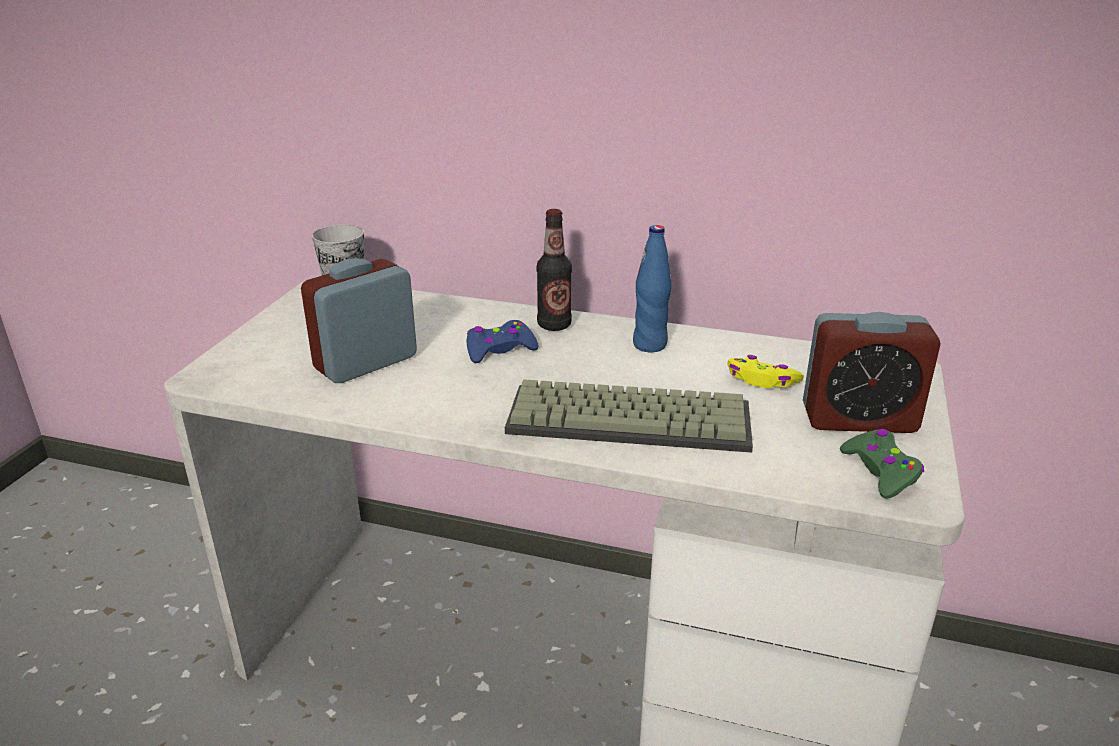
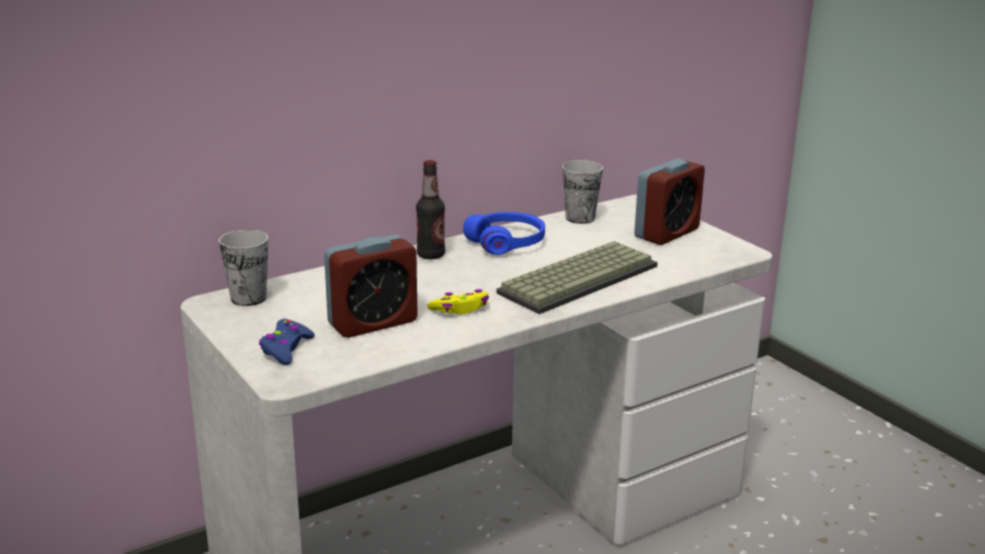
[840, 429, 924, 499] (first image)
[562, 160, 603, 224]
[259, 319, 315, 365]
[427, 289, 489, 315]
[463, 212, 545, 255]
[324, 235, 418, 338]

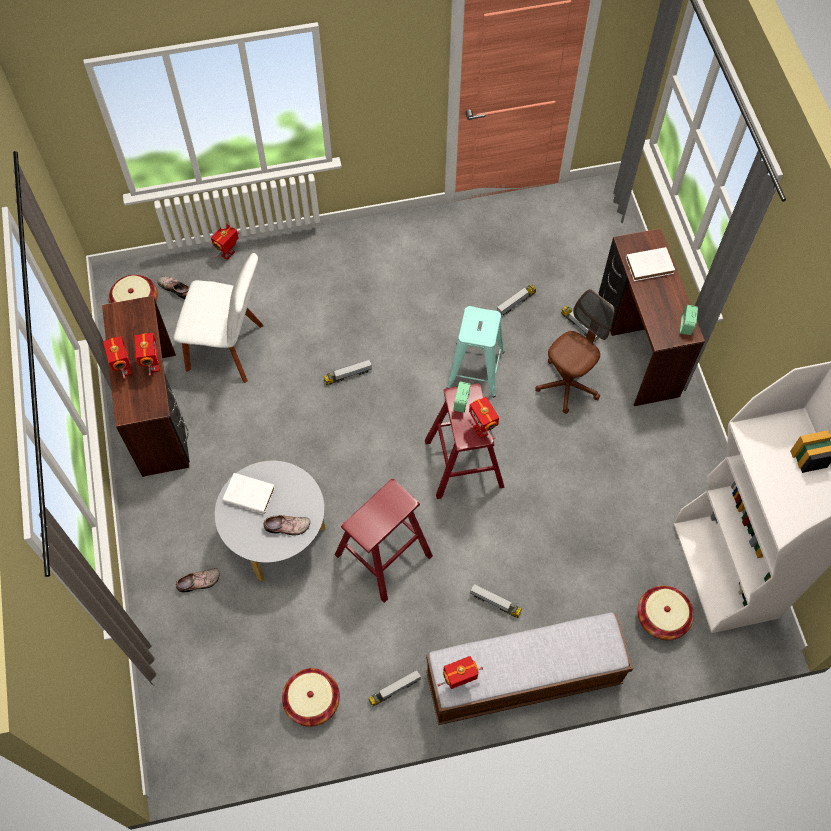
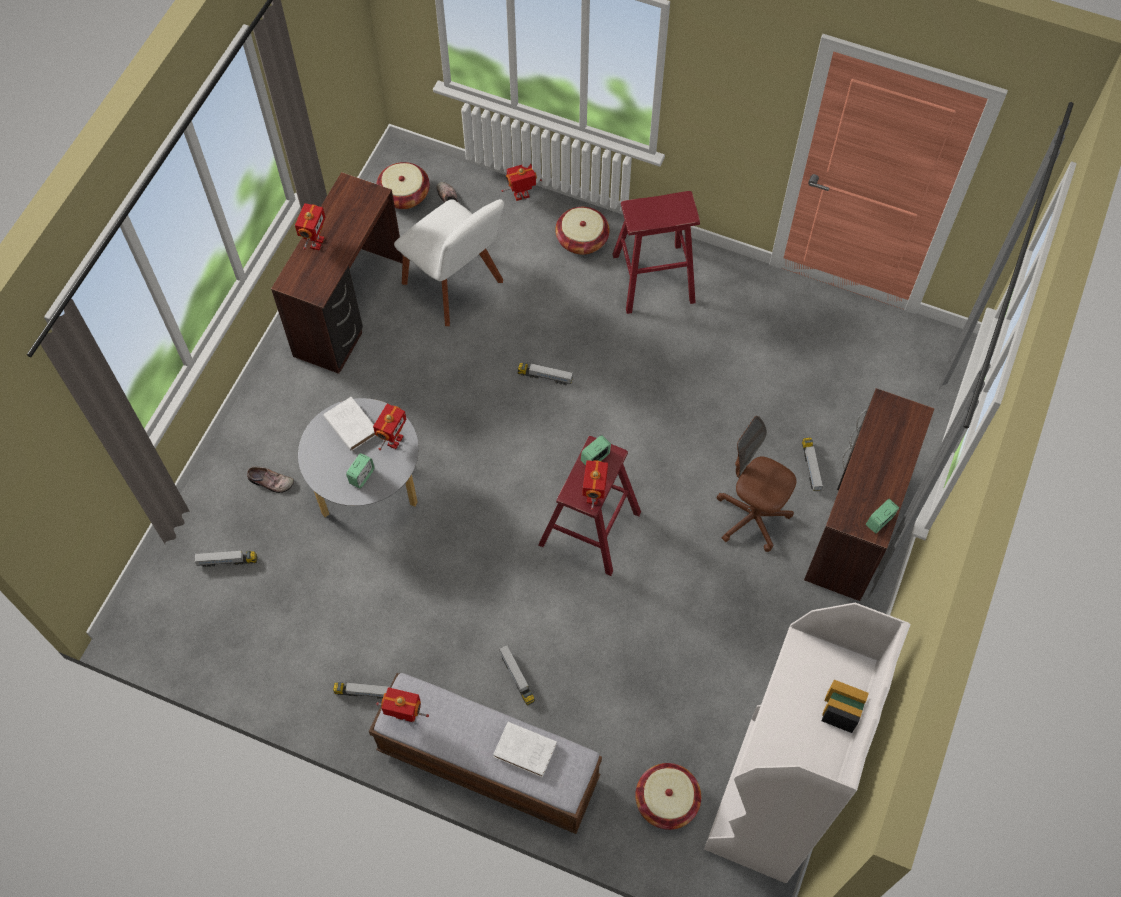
[447, 306, 504, 397] (first image)
[373, 404, 407, 450]
[555, 207, 610, 255]
[612, 191, 700, 314]
[195, 550, 257, 567]
[493, 722, 557, 778]
[346, 453, 375, 489]
[717, 416, 796, 552]

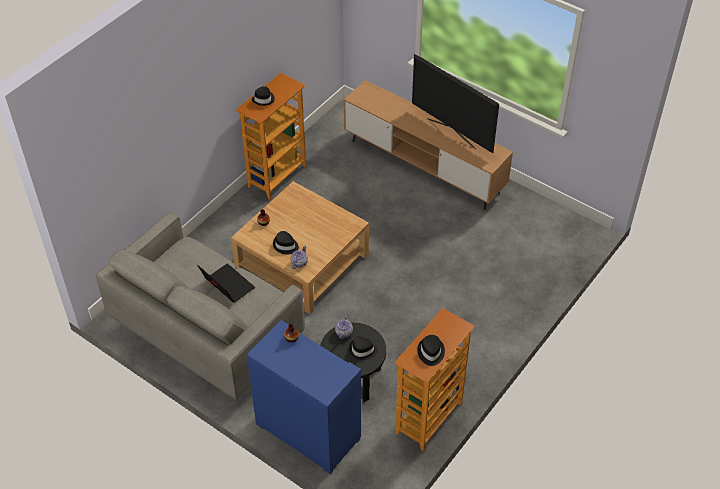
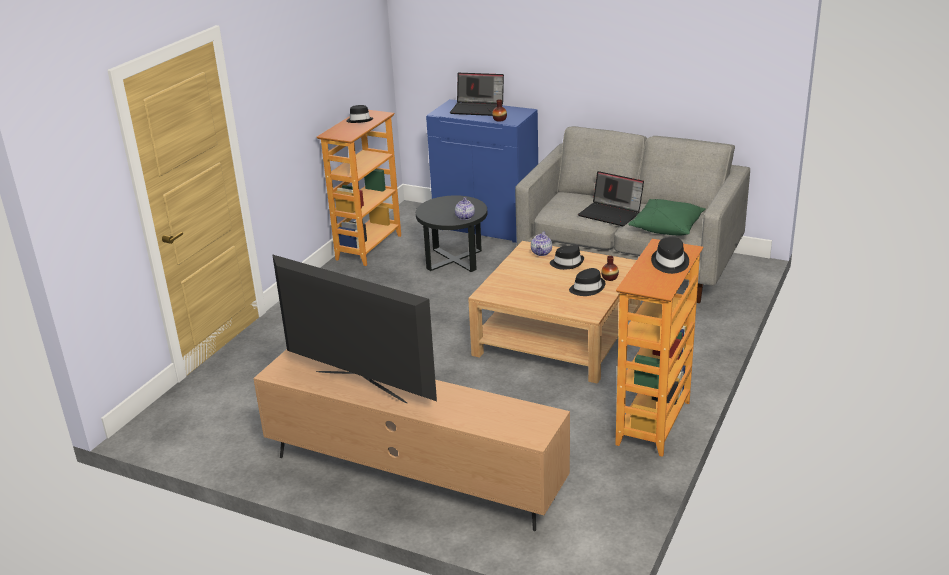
[450, 73, 504, 116]
[628, 199, 706, 236]
[569, 268, 605, 296]

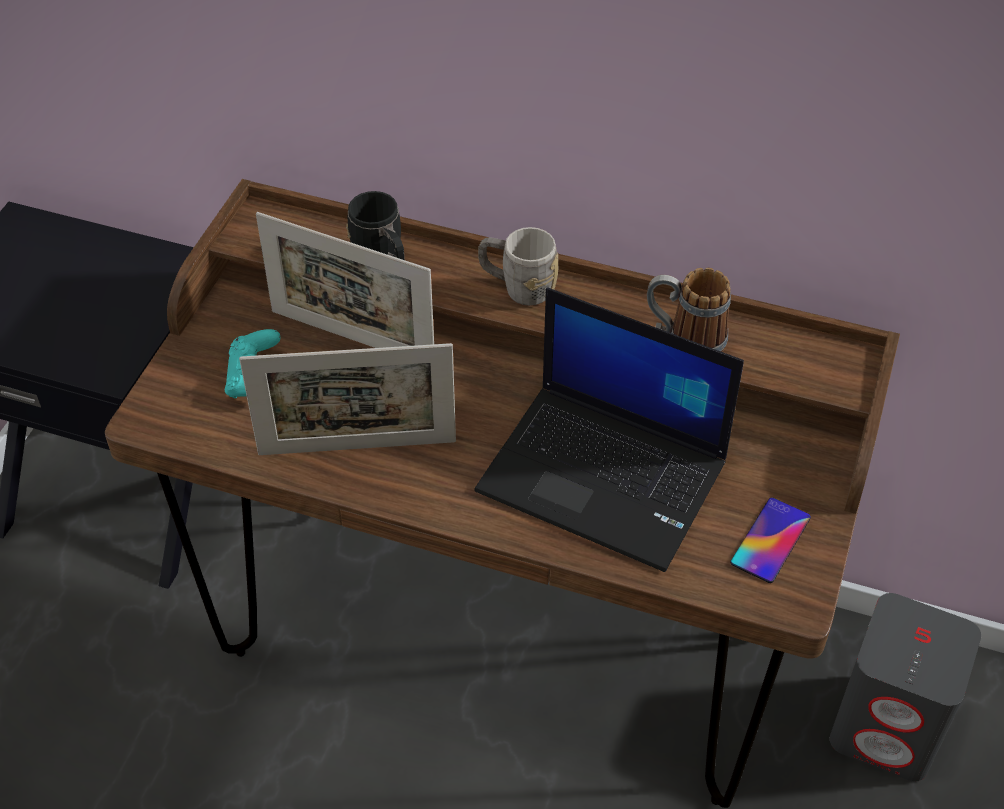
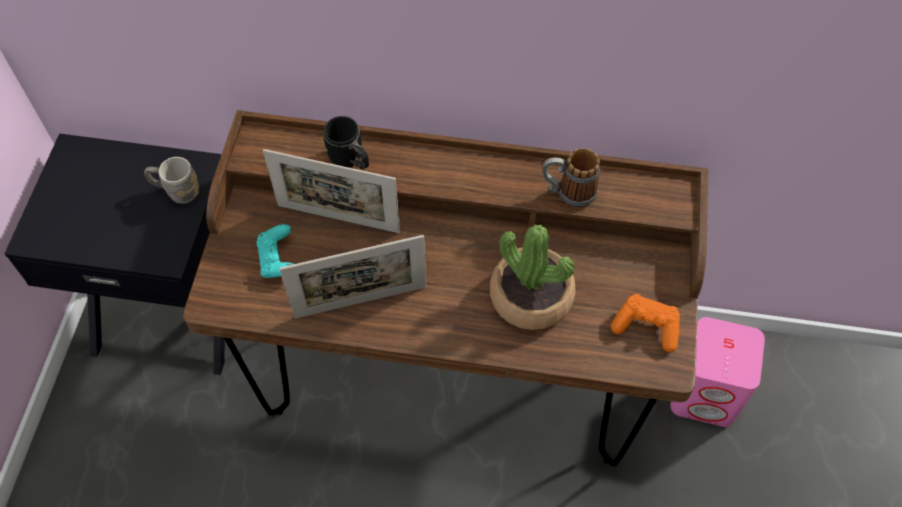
[144, 157, 199, 204]
[490, 225, 575, 330]
[611, 294, 680, 352]
[670, 317, 765, 427]

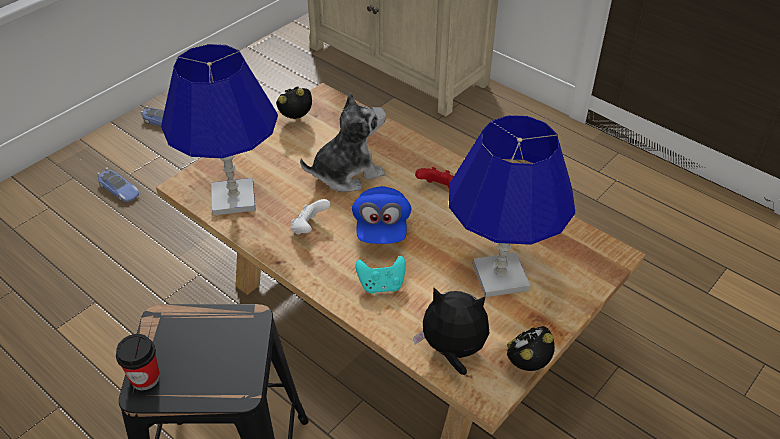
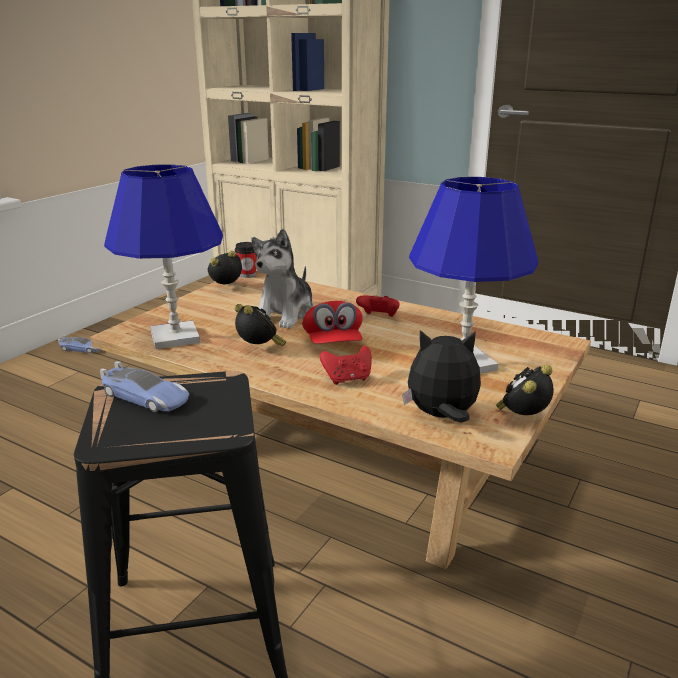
[100, 361, 189, 412]
[235, 242, 257, 278]
[235, 304, 286, 346]
[302, 301, 363, 344]
[320, 346, 372, 385]
[252, 228, 314, 329]

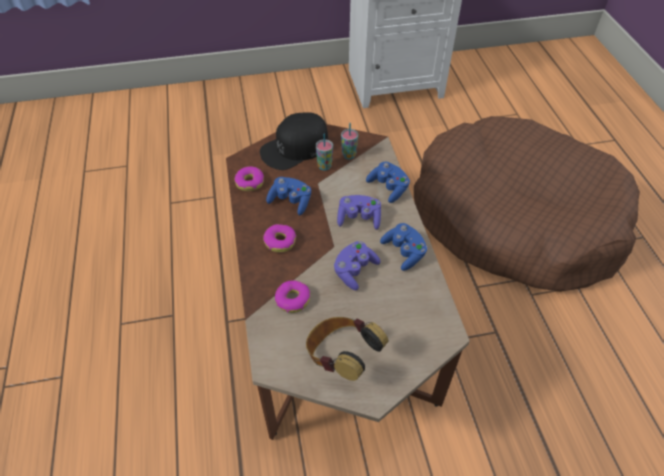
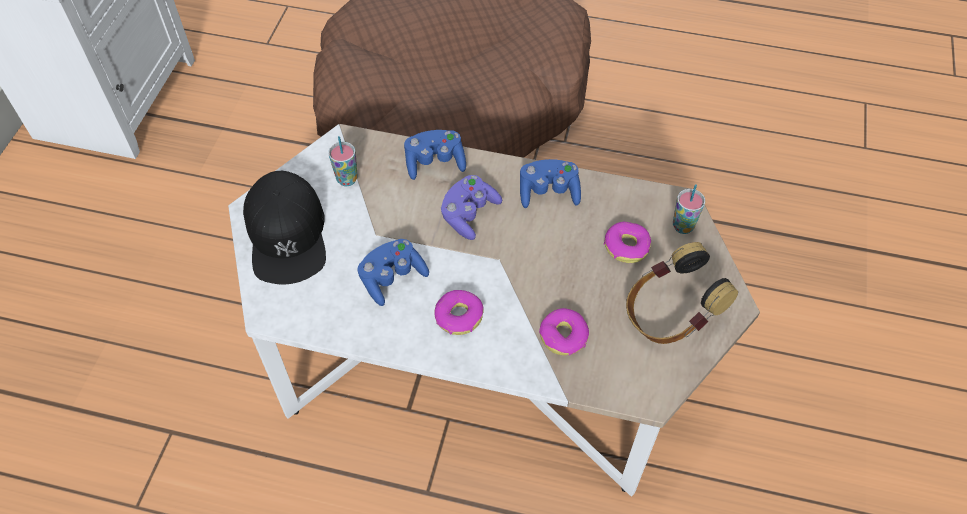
[334, 241, 381, 290] (first image)
[604, 222, 651, 263]
[673, 184, 705, 234]
[228, 124, 760, 497]

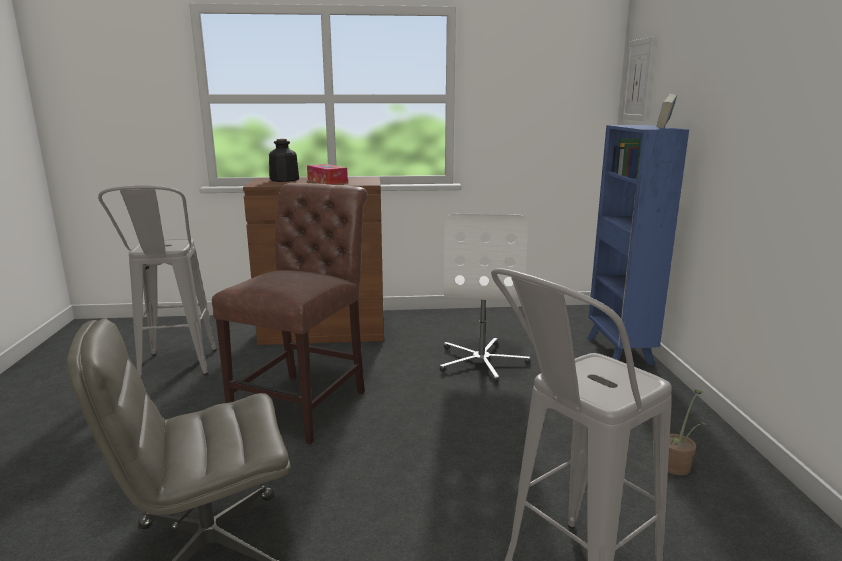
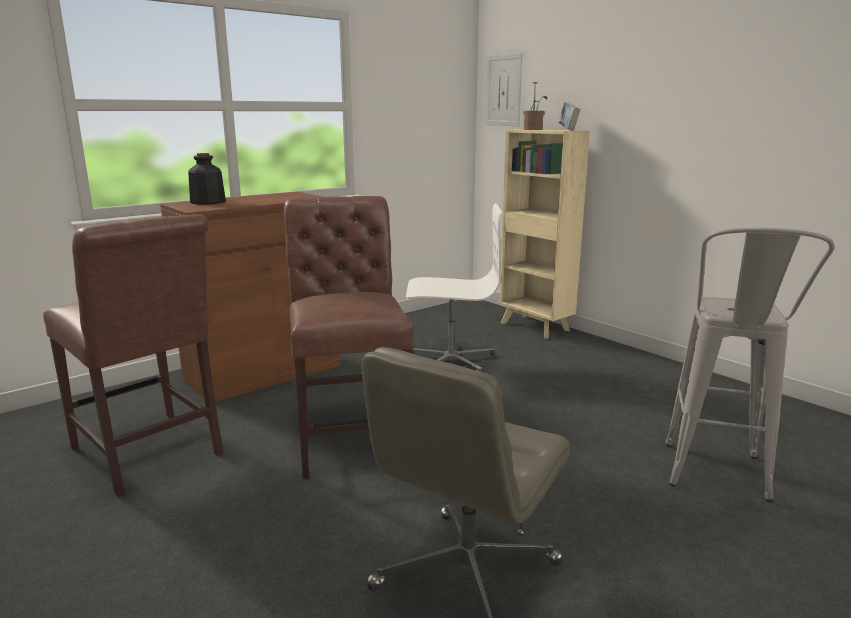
[307, 164, 348, 184] (first image)
[523, 82, 547, 130]
[43, 214, 224, 497]
[499, 129, 590, 339]
[406, 203, 502, 372]

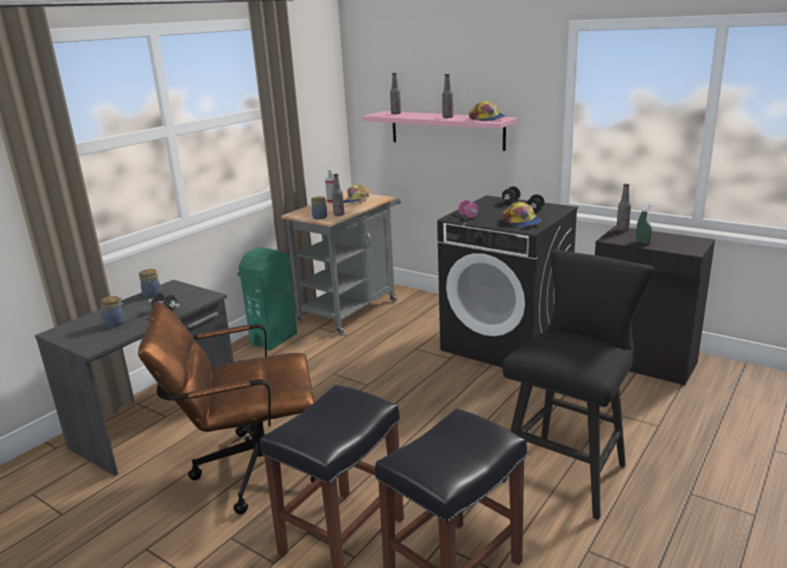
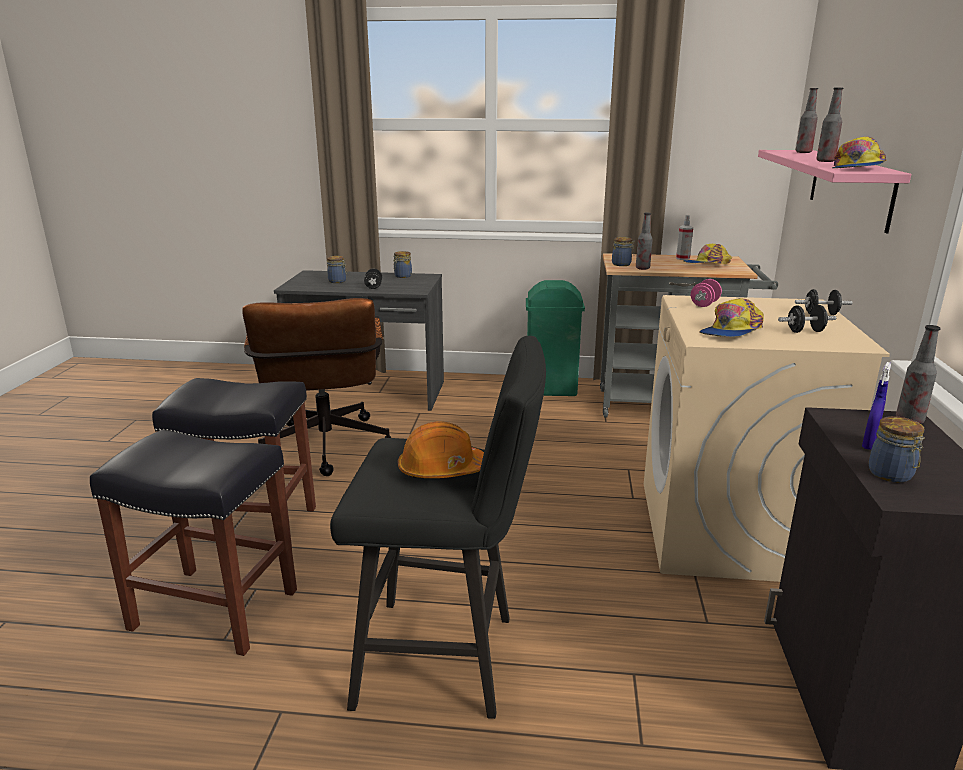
[398, 421, 484, 478]
[869, 416, 925, 483]
[644, 295, 890, 582]
[862, 362, 891, 450]
[242, 298, 391, 476]

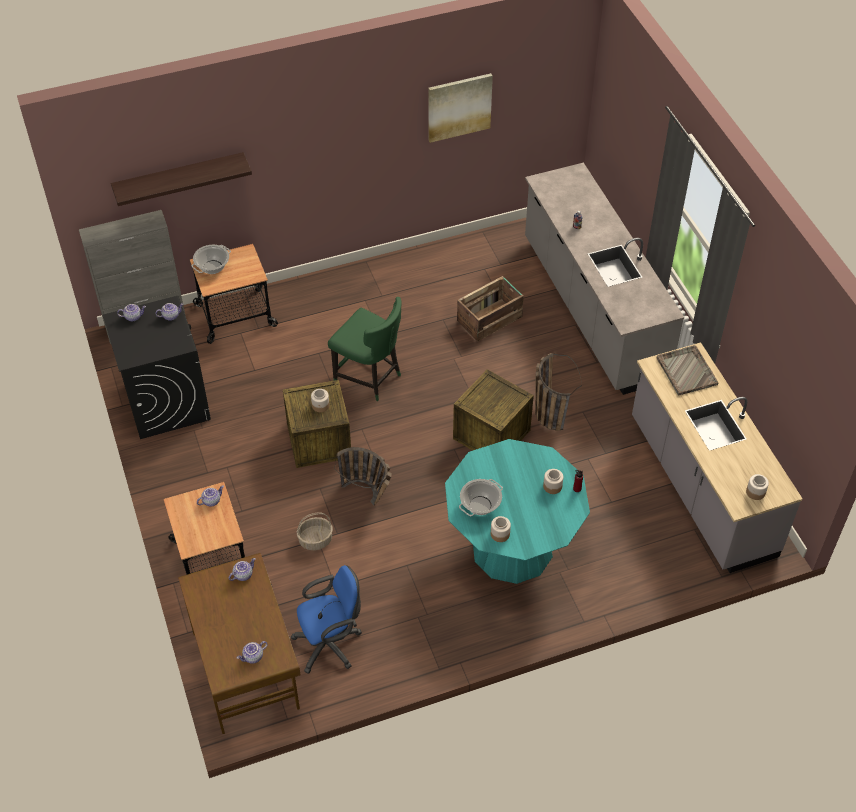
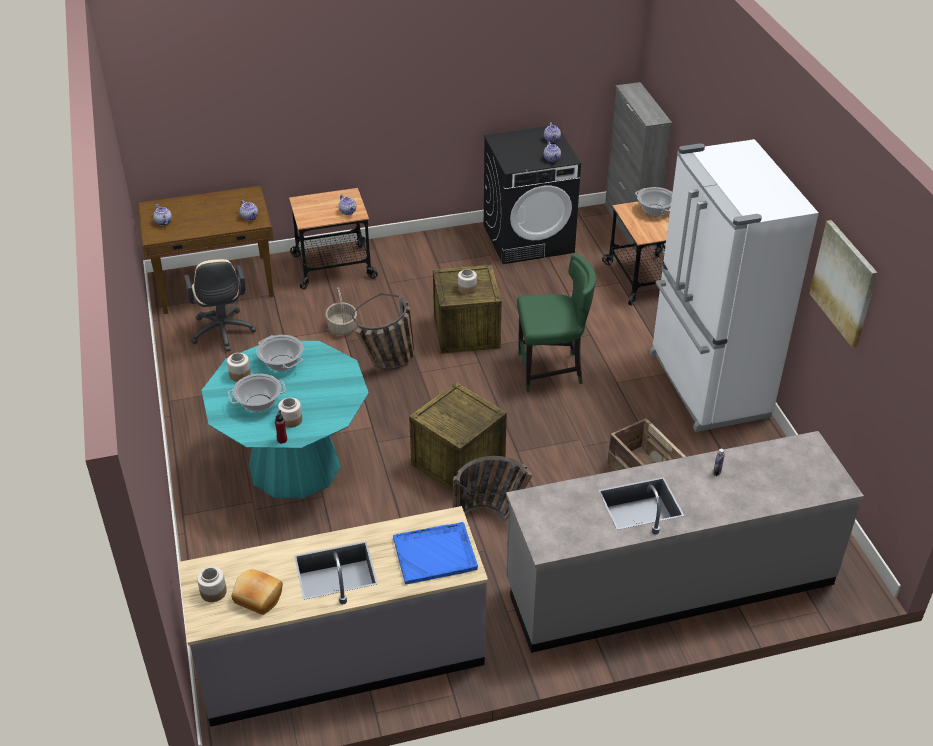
[111, 152, 252, 206] (first image)
[228, 374, 286, 412]
[232, 569, 283, 615]
[649, 139, 819, 432]
[184, 259, 256, 352]
[393, 522, 478, 584]
[517, 253, 596, 392]

